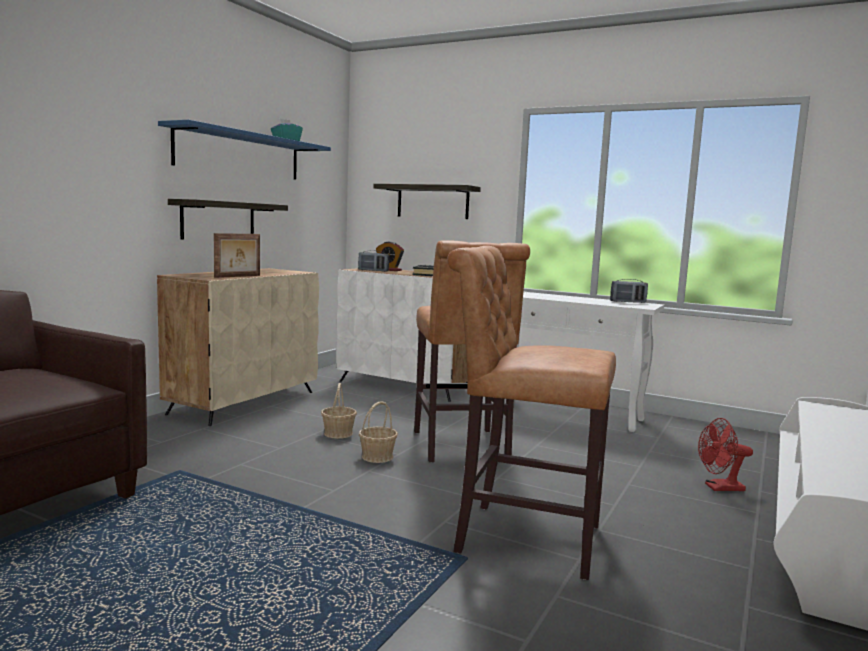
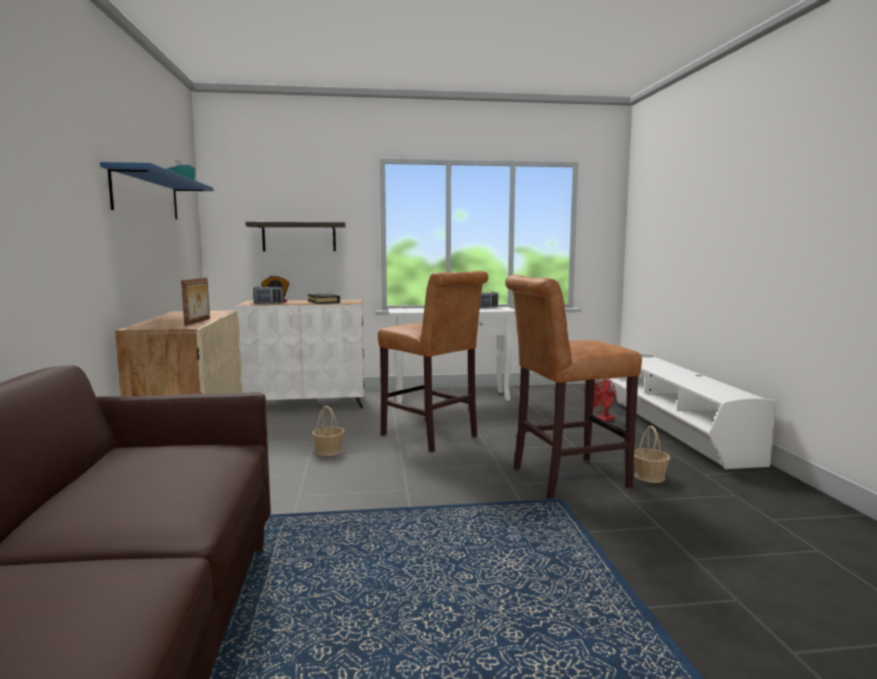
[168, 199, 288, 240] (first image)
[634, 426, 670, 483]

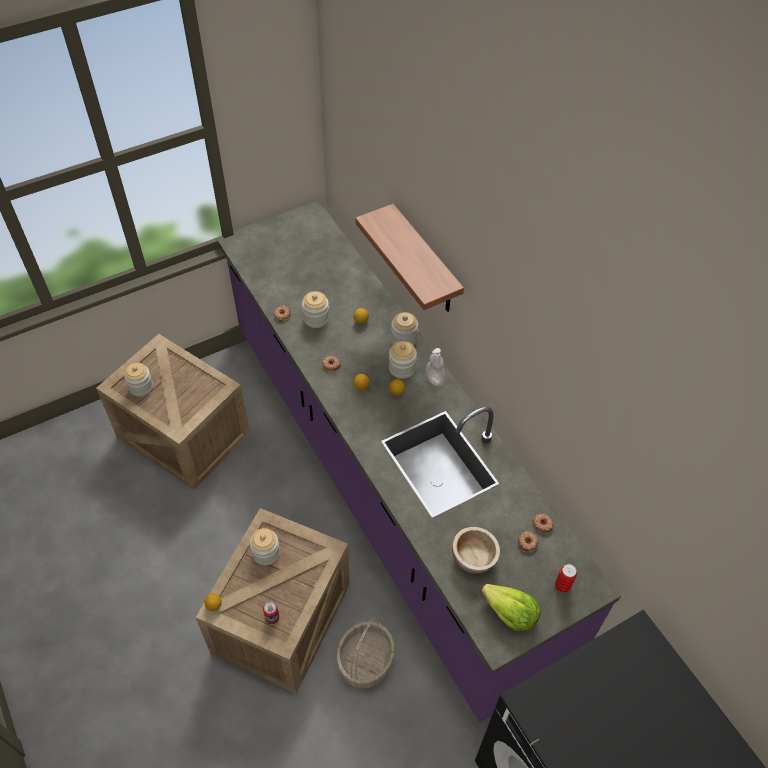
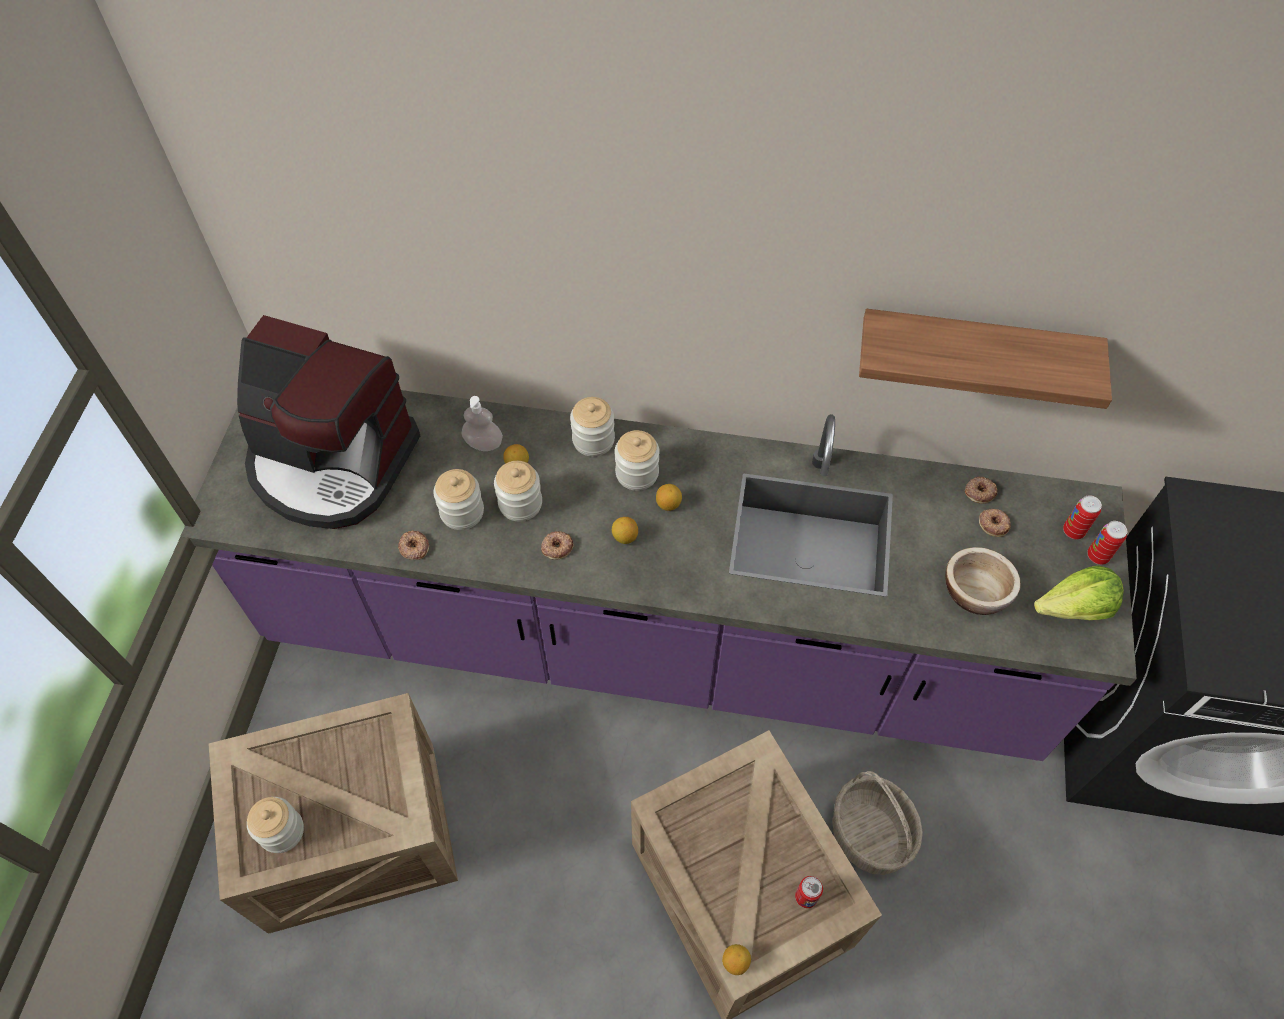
[237, 315, 420, 529]
[1087, 521, 1127, 565]
[494, 461, 542, 521]
[859, 309, 1112, 409]
[461, 396, 503, 451]

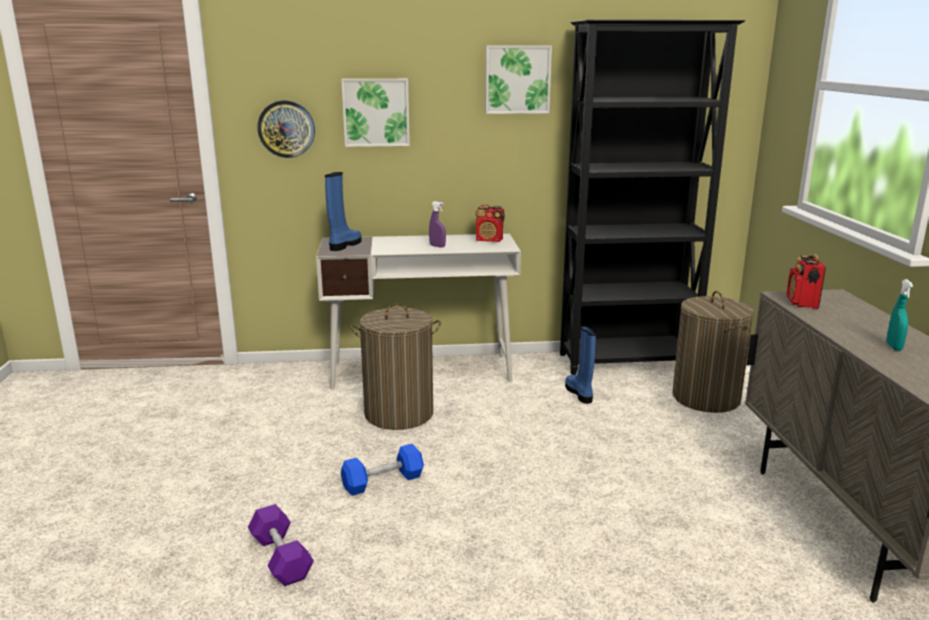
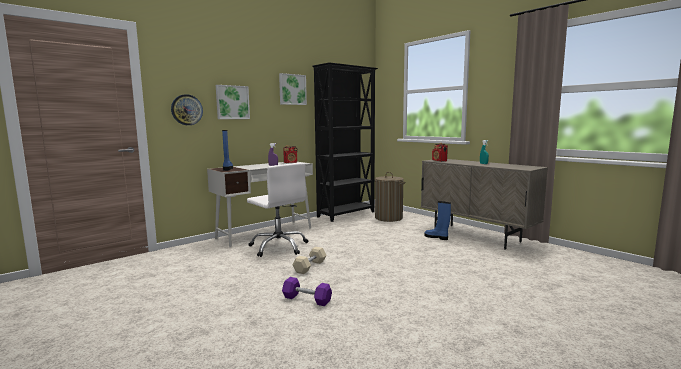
[424, 201, 451, 240]
[247, 163, 308, 257]
[292, 247, 327, 274]

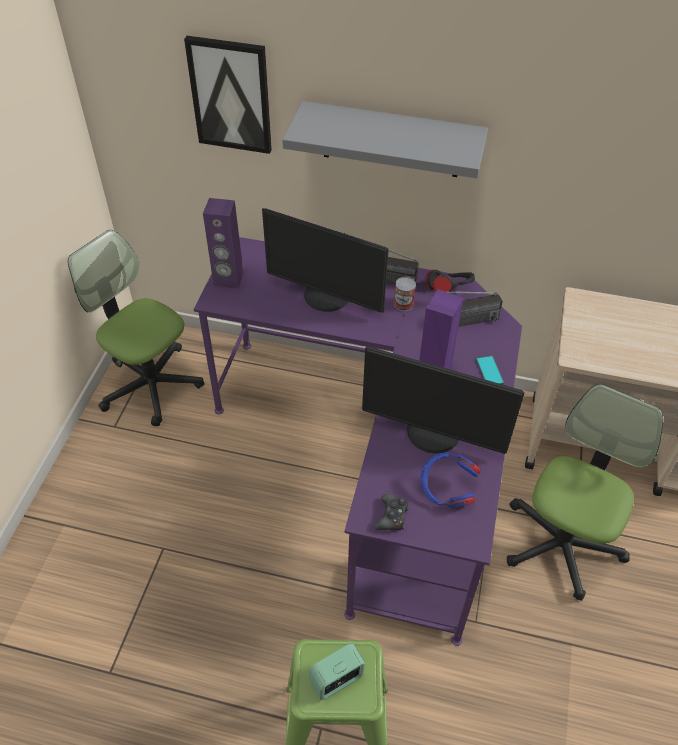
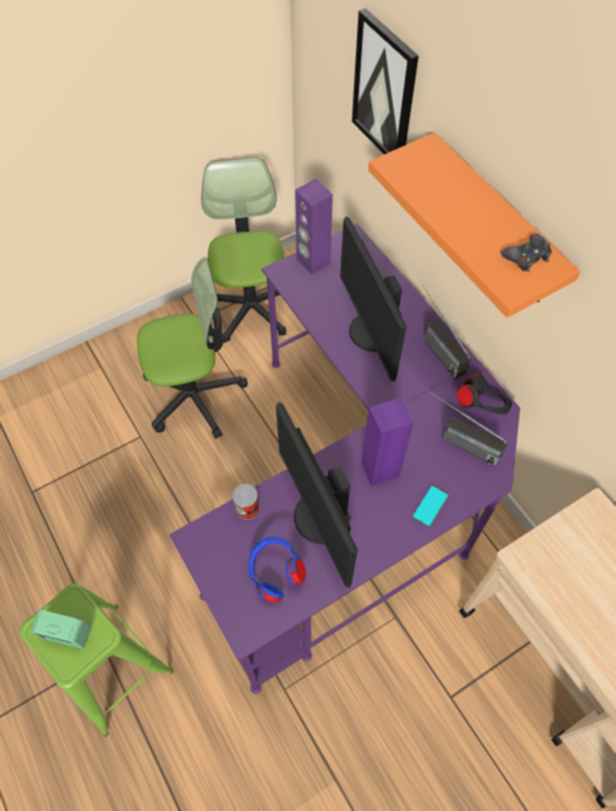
[501, 233, 552, 272]
[232, 484, 259, 520]
[137, 257, 248, 439]
[368, 132, 580, 318]

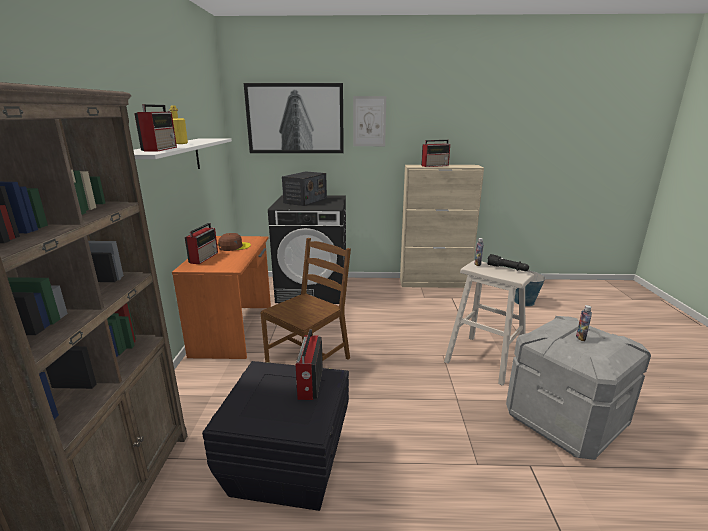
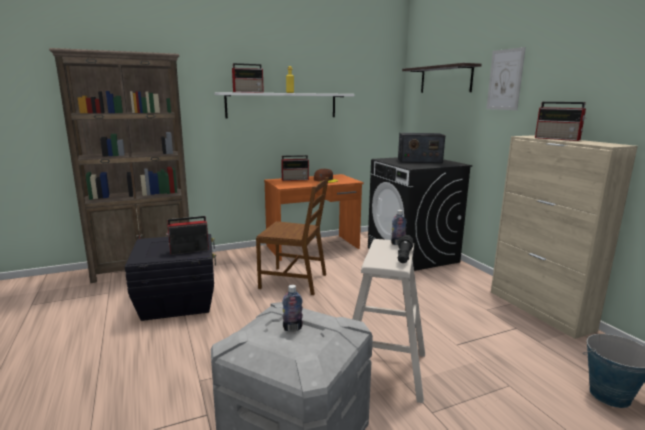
[402, 63, 482, 93]

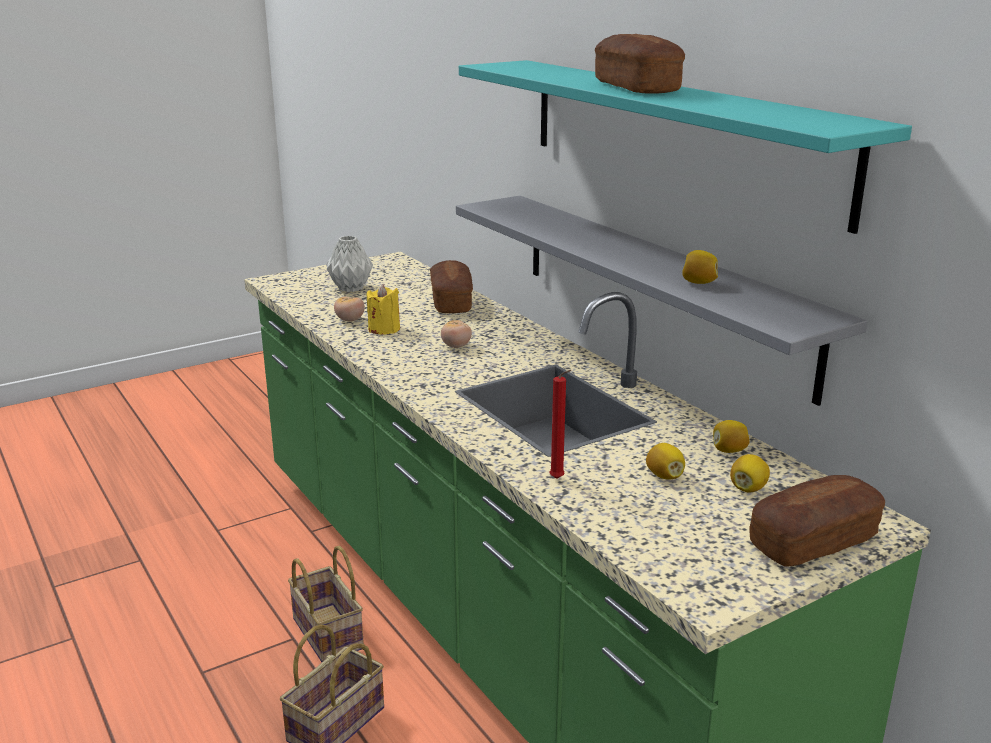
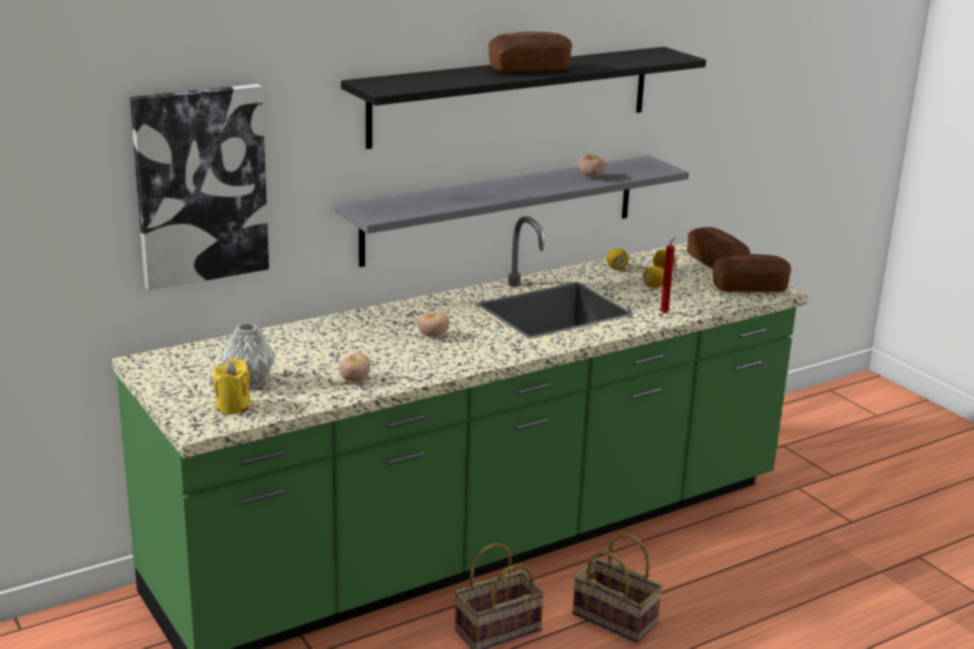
[130, 84, 269, 291]
[213, 358, 251, 414]
[713, 254, 791, 292]
[578, 154, 606, 178]
[341, 47, 706, 149]

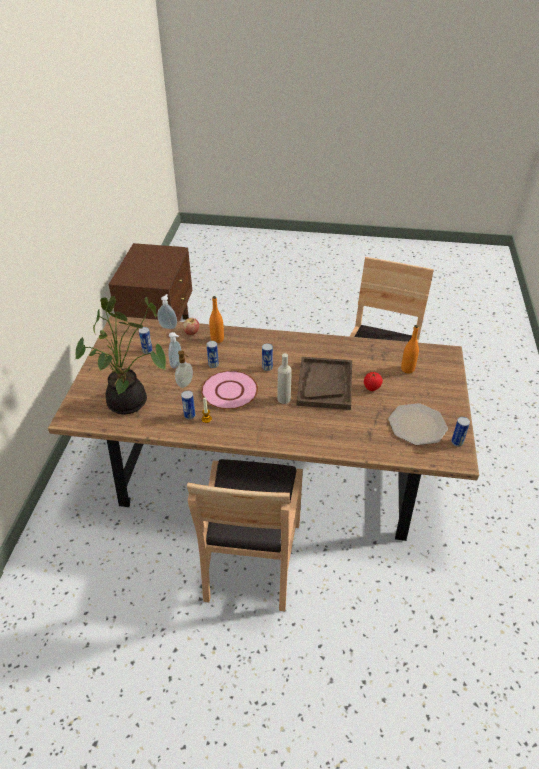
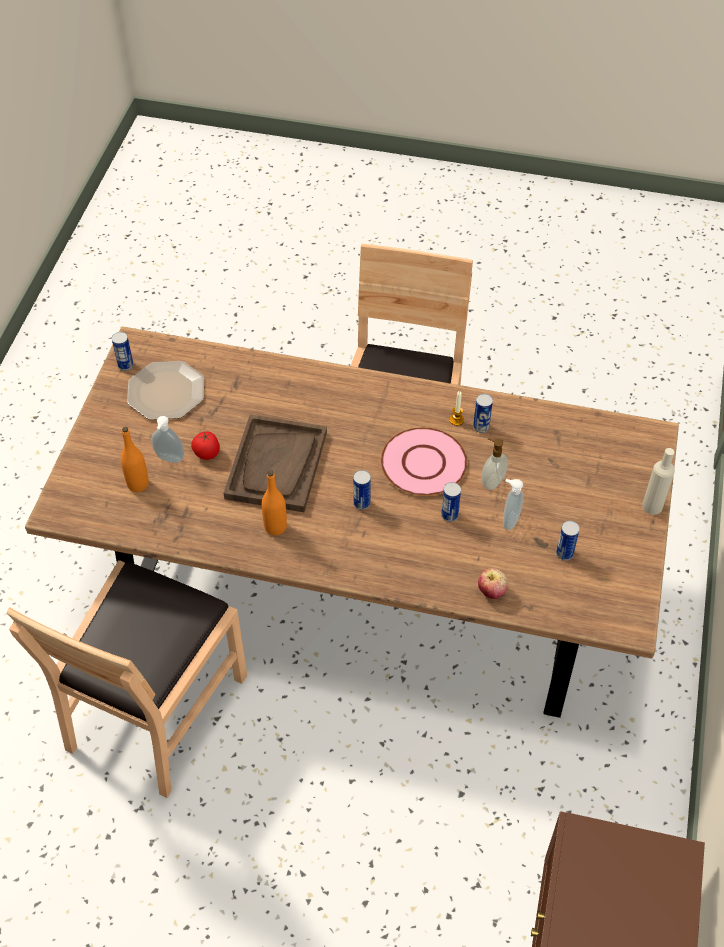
[75, 296, 166, 414] (first image)
[152, 416, 185, 463]
[262, 471, 287, 535]
[642, 448, 675, 515]

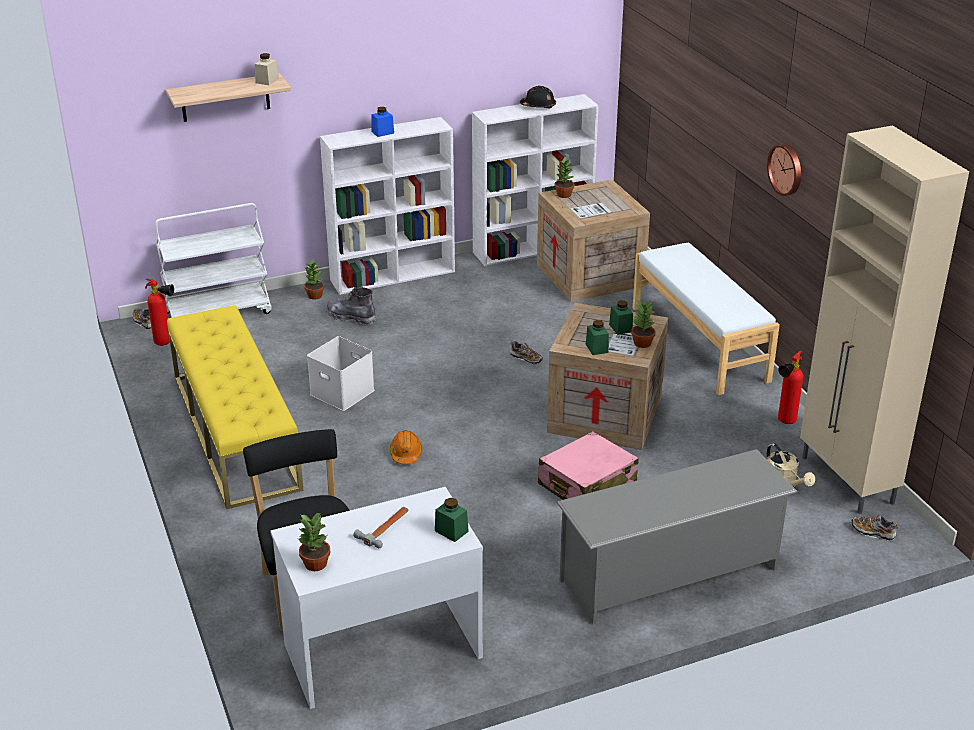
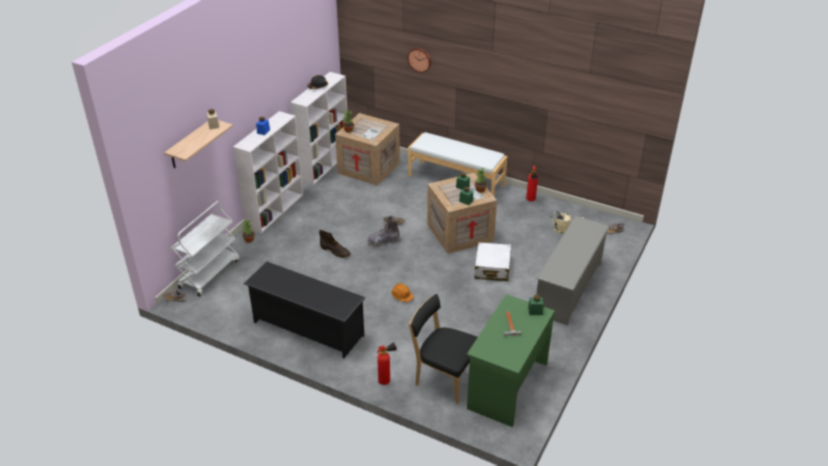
[298, 512, 331, 571] (first image)
[307, 336, 375, 411] (first image)
[800, 125, 969, 514] (first image)
[319, 230, 351, 258]
[377, 342, 397, 385]
[368, 221, 400, 247]
[407, 48, 431, 73]
[244, 261, 366, 358]
[467, 294, 555, 427]
[474, 242, 511, 281]

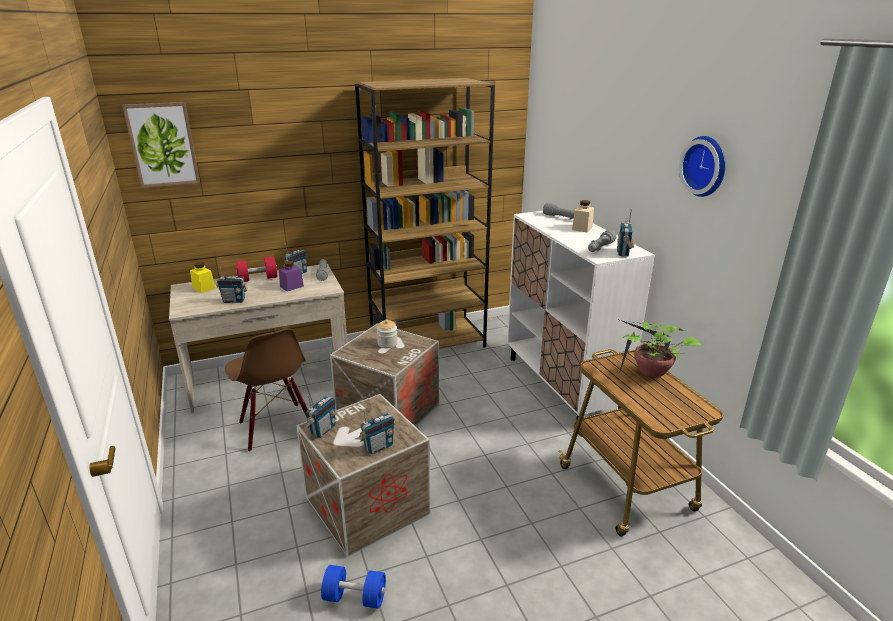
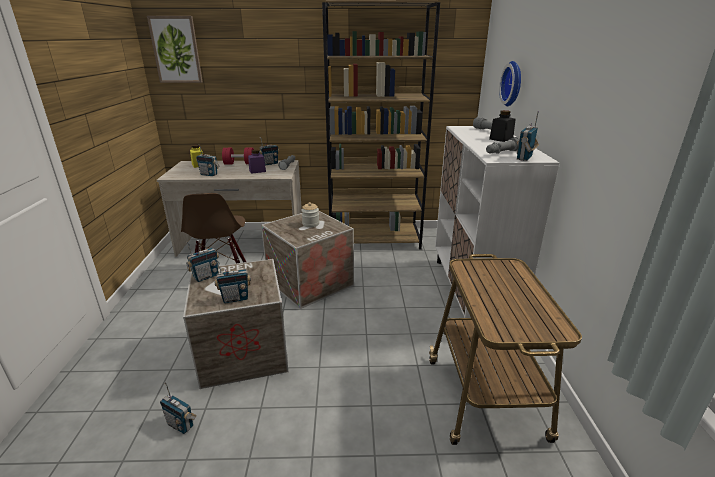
[620, 320, 701, 378] (first image)
[499, 61, 521, 106]
[160, 382, 197, 434]
[489, 110, 516, 142]

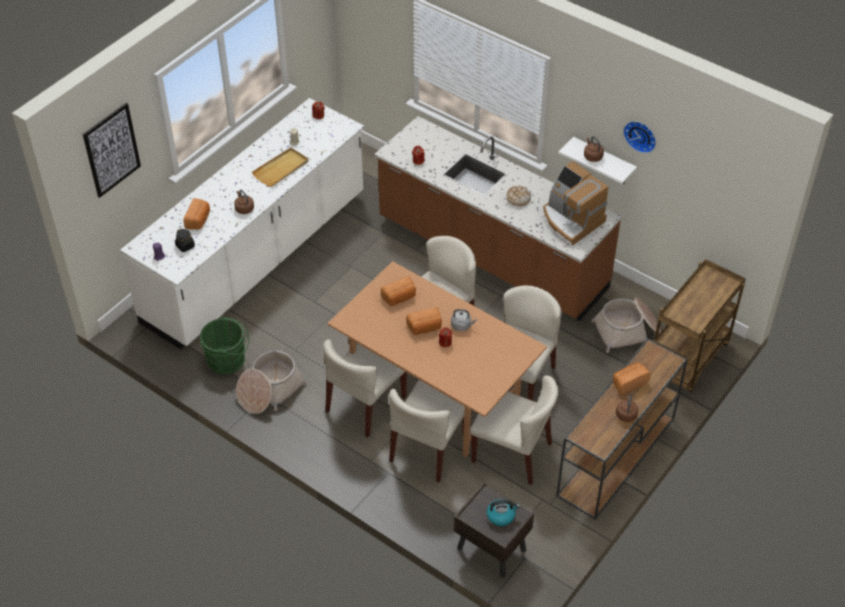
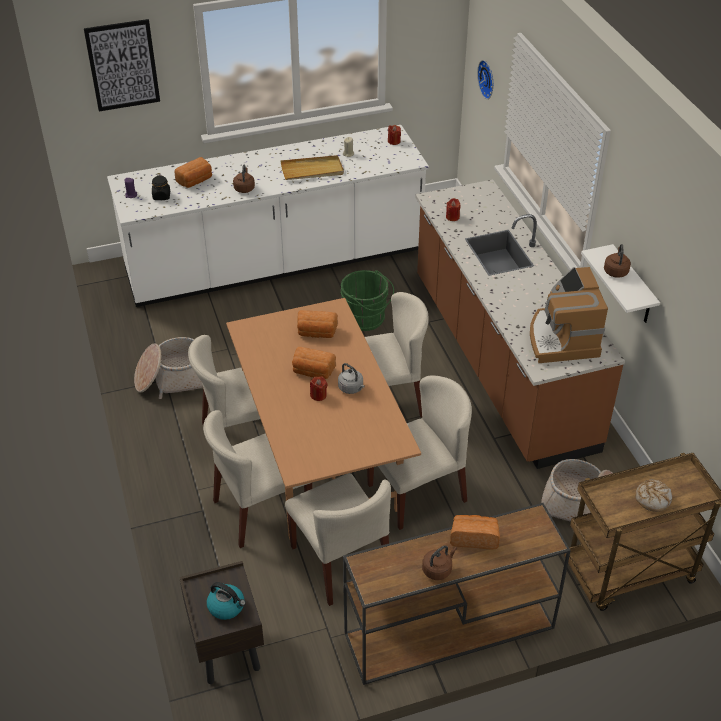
[340, 270, 394, 331]
[635, 480, 672, 512]
[477, 60, 493, 99]

